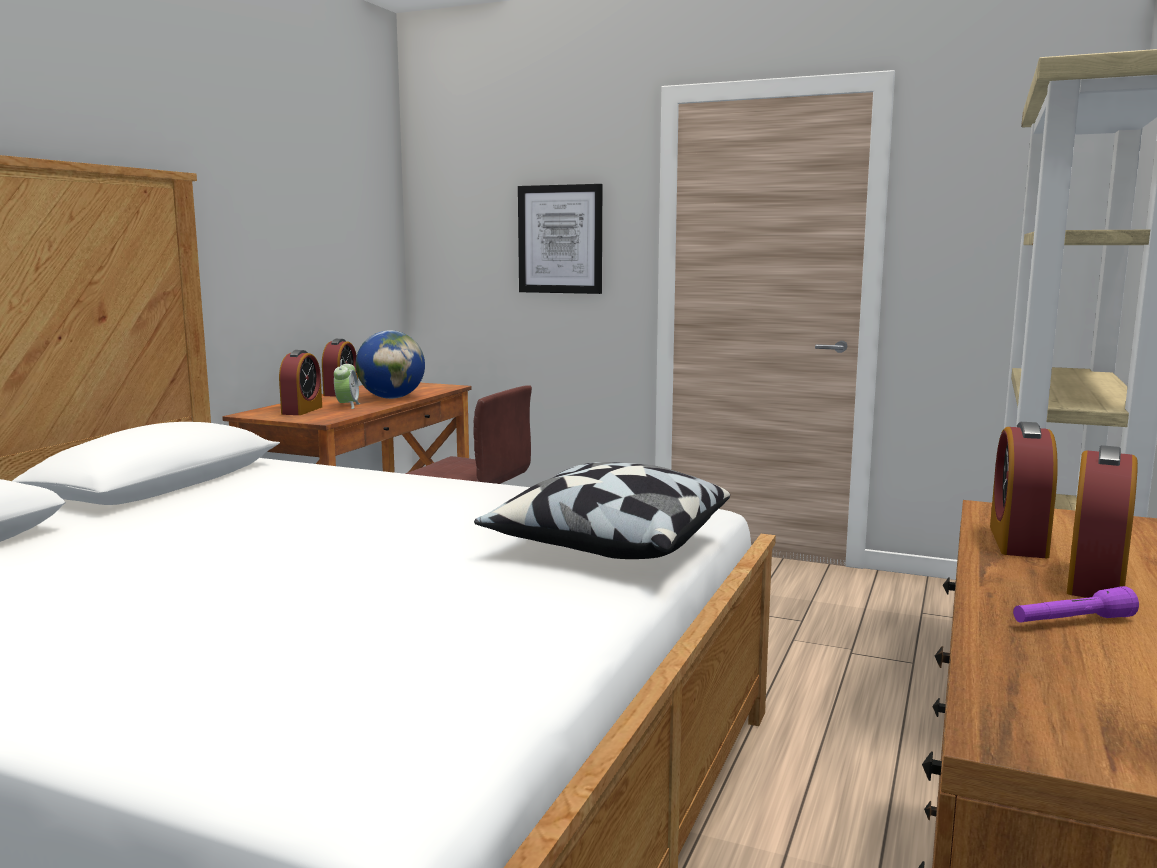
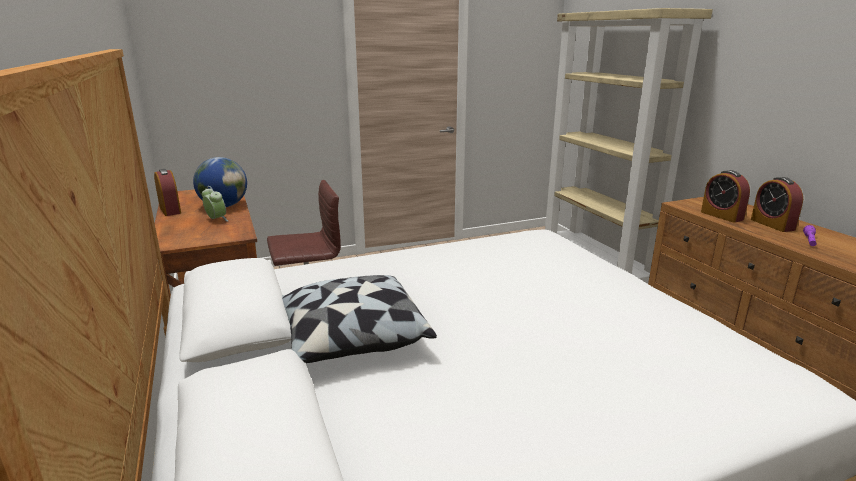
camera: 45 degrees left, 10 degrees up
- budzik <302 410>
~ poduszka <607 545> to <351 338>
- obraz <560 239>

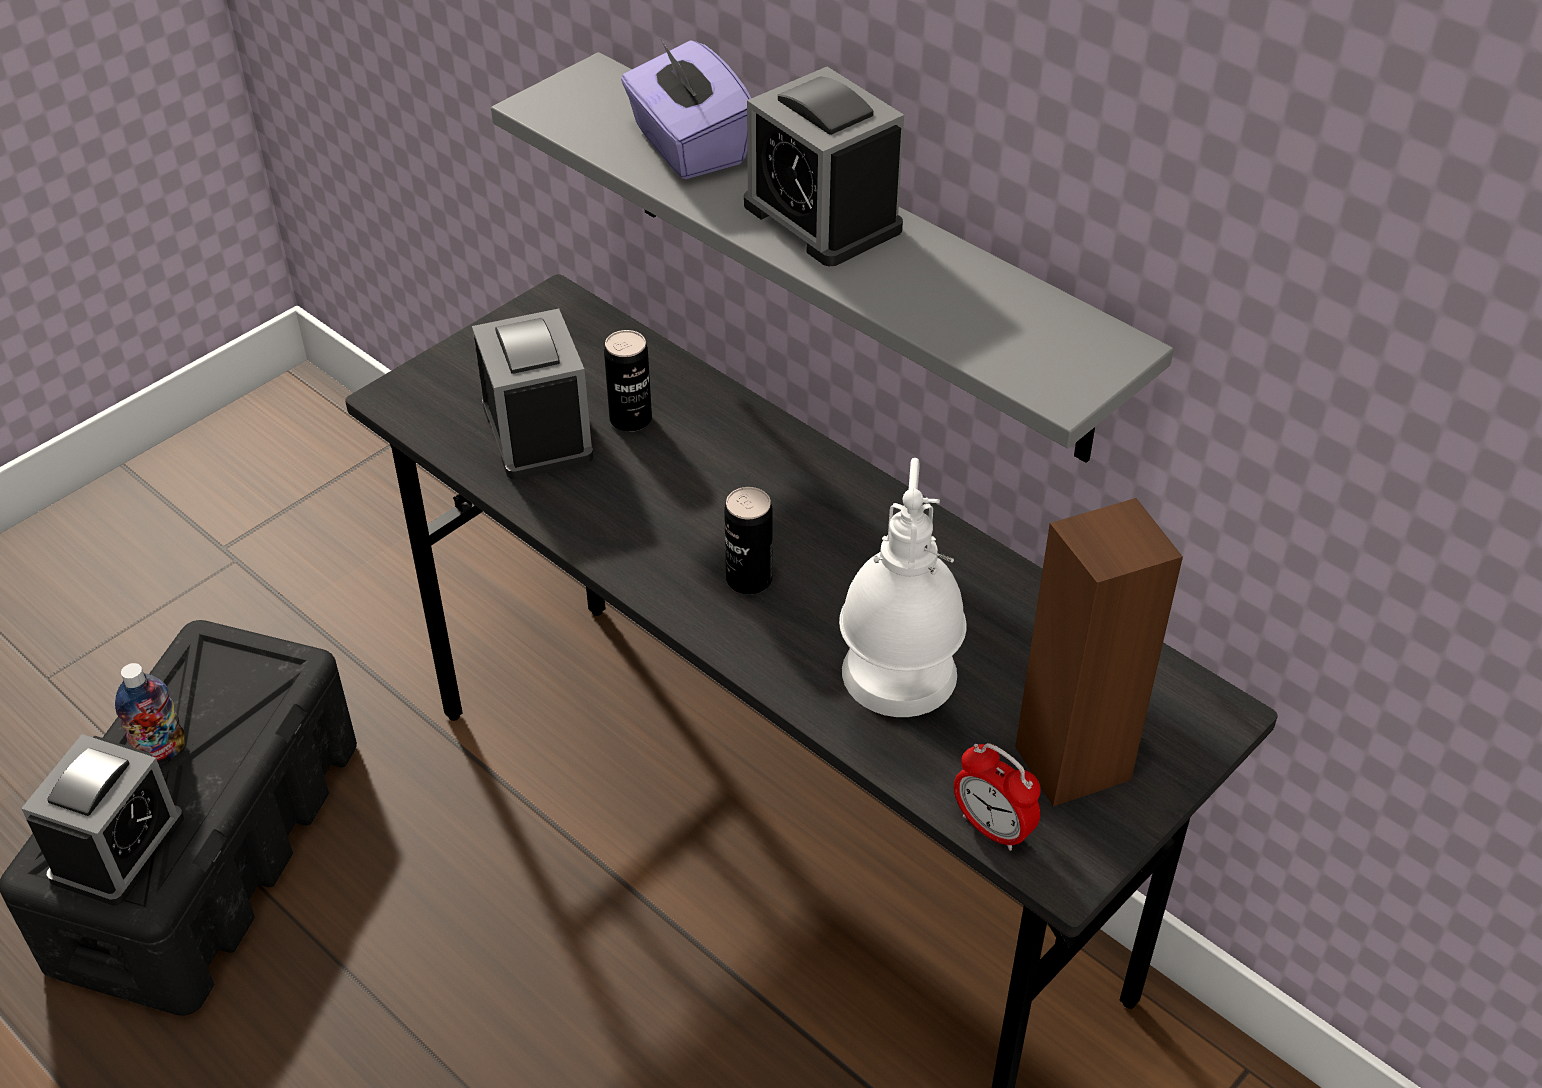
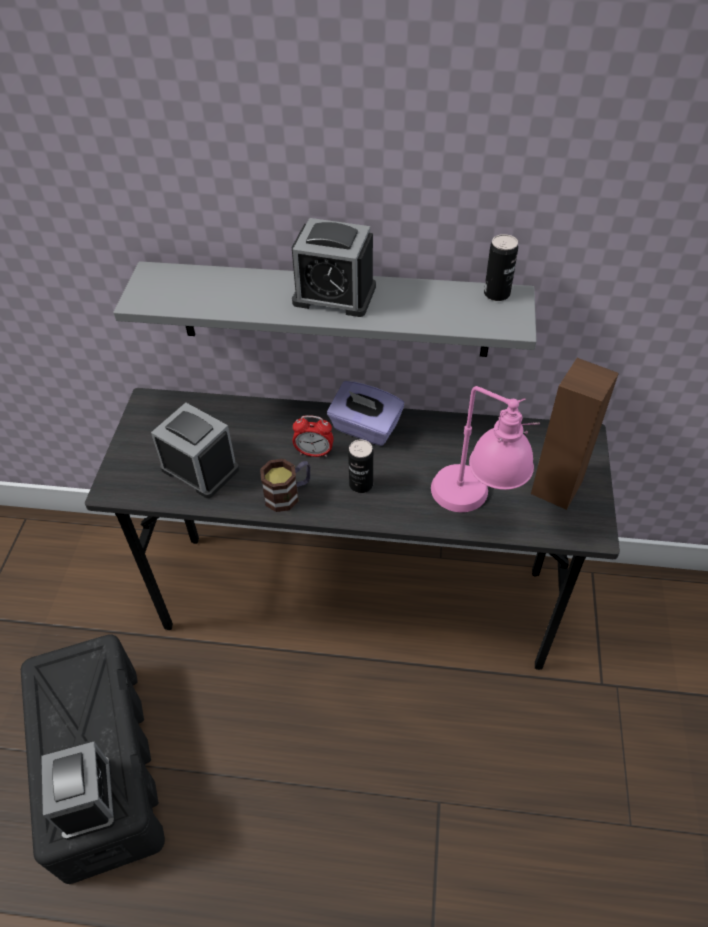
camera: 35 degrees left, 5 degrees up
- butelka <161 751>
~ puszka <630 419> to <497 294>
~ pudełko chusteczek [fioletowy] <688 147> to <365 428>
~ lampa stołowa [biały] <898 712> to lampa stołowa [różowy] <475 506>
~ budzik <992 828> to <314 453>
+ kubek <288 494>

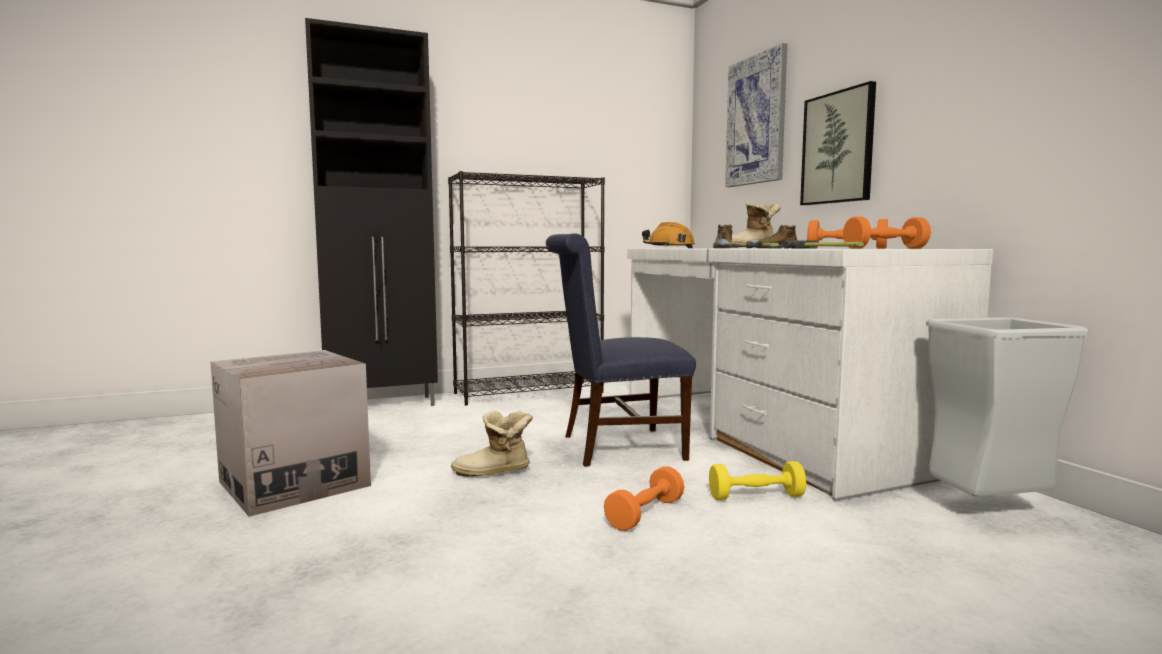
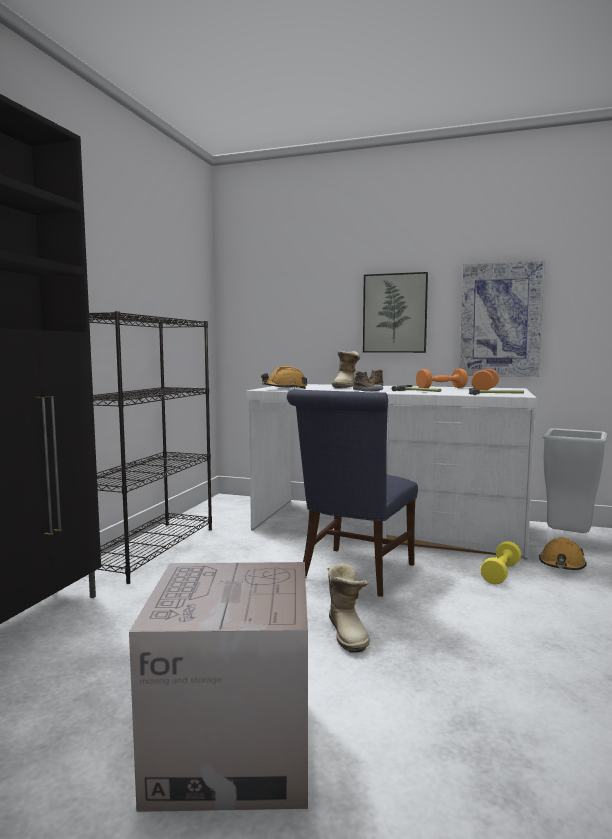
camera: 50 degrees left, 0 degrees up
~ but z cholewką <494 472> = <349 632> 45 degrees counterclockwise
- hantel [pomarańczowy] <645 514>
~ obraz <756 120> to <500 320>
+ kask [pomarańczowy] <562 565>

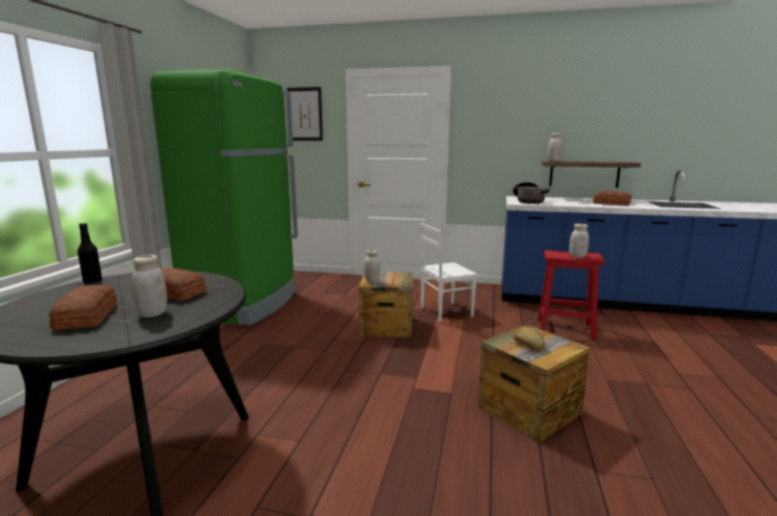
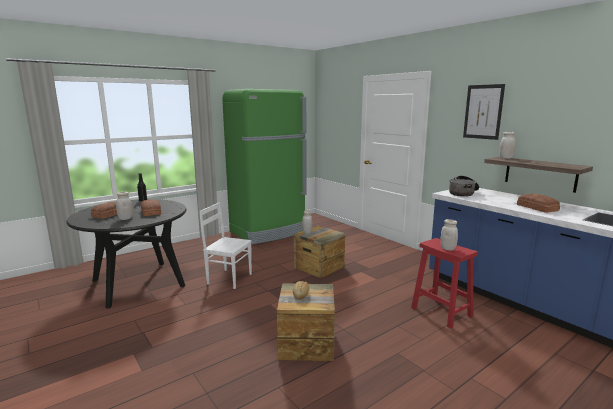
camera: 40 degrees right, 0 degrees up
~ obraz <305 114> to <483 112>
~ krzesło [biały] <445 312> to <229 278>

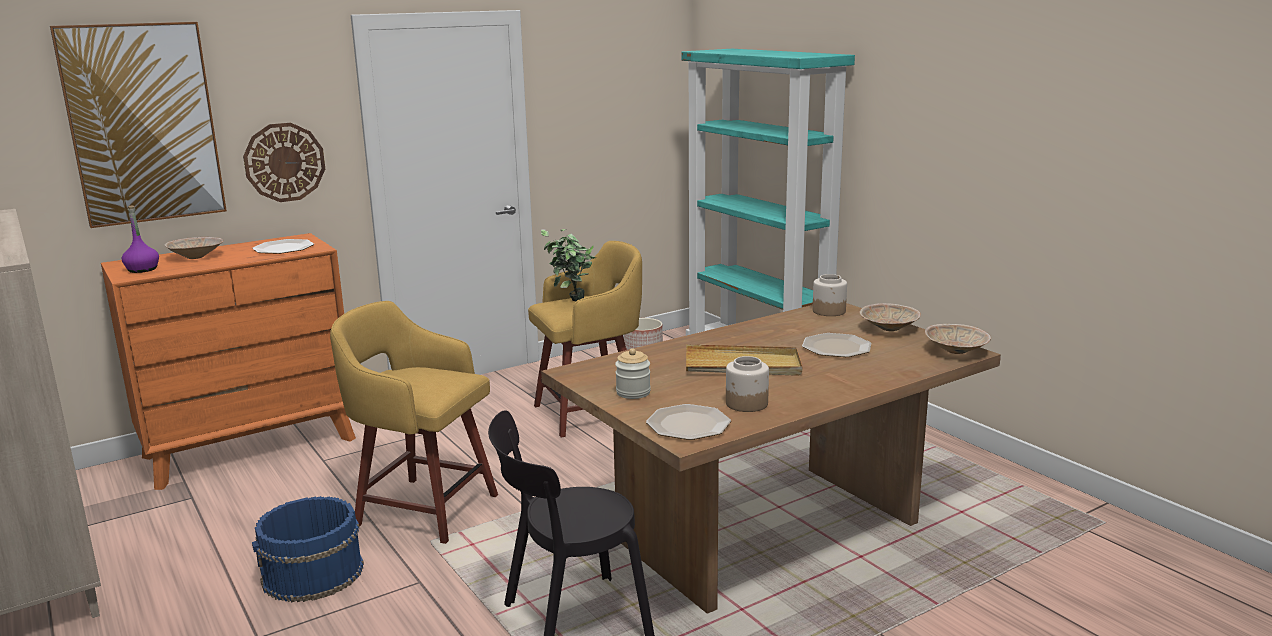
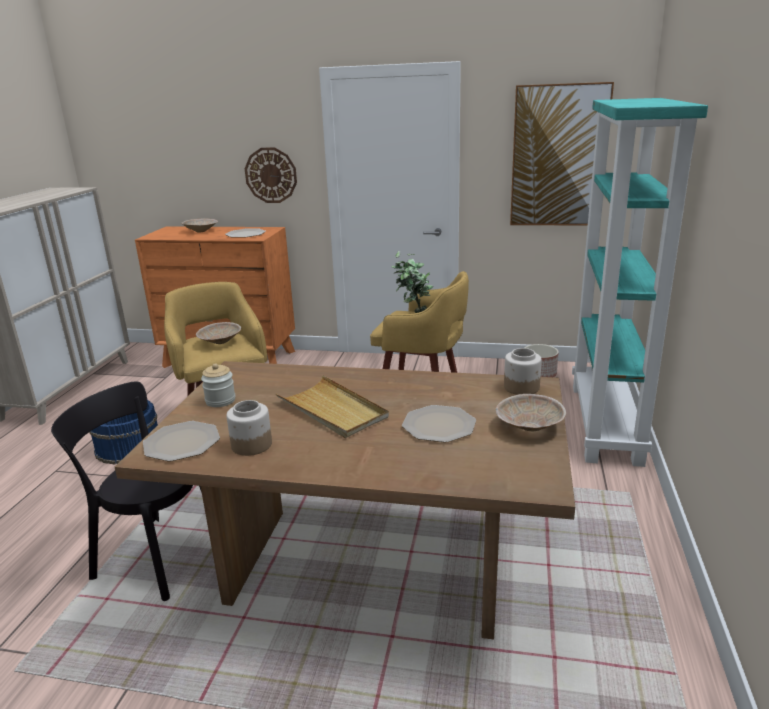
camera: 45 degrees right, 5 degrees up
~ obraz <143 123> to <558 156>
- butelka [fioletowy] <142 269>
~ miska [beżowy] <956 352> to <219 342>

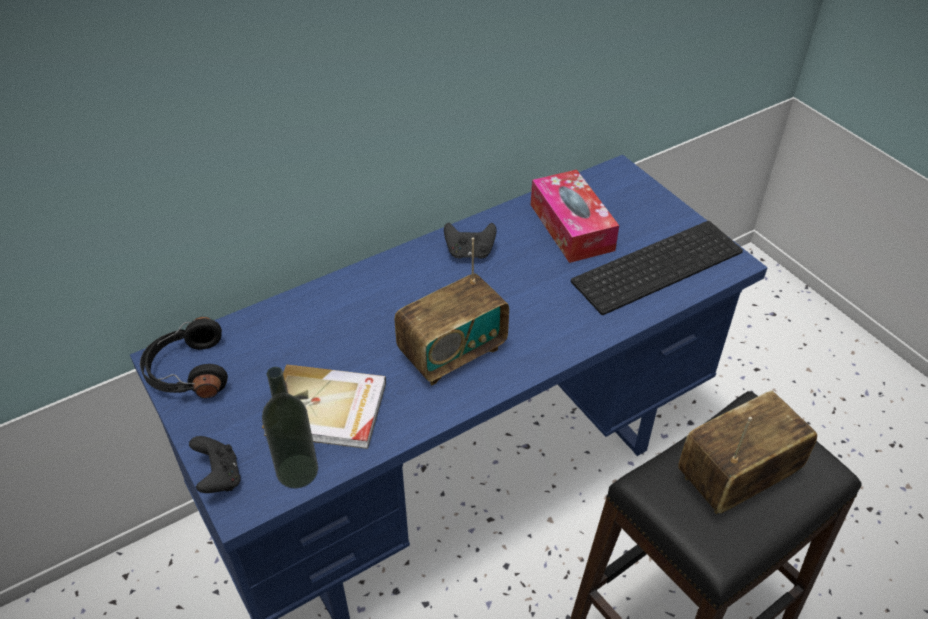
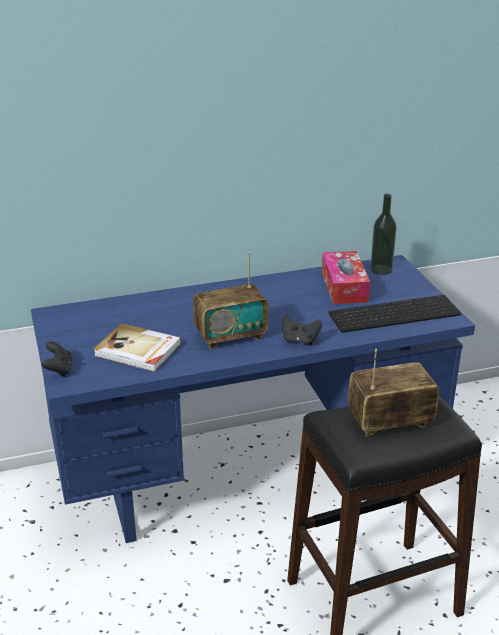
camera: 15 degrees right, 15 degrees down
- słuchawki [czarny] <187 372>
~ butelka <297 471> to <381 269>
~ pad do gier [czarny] <469 253> to <300 340>

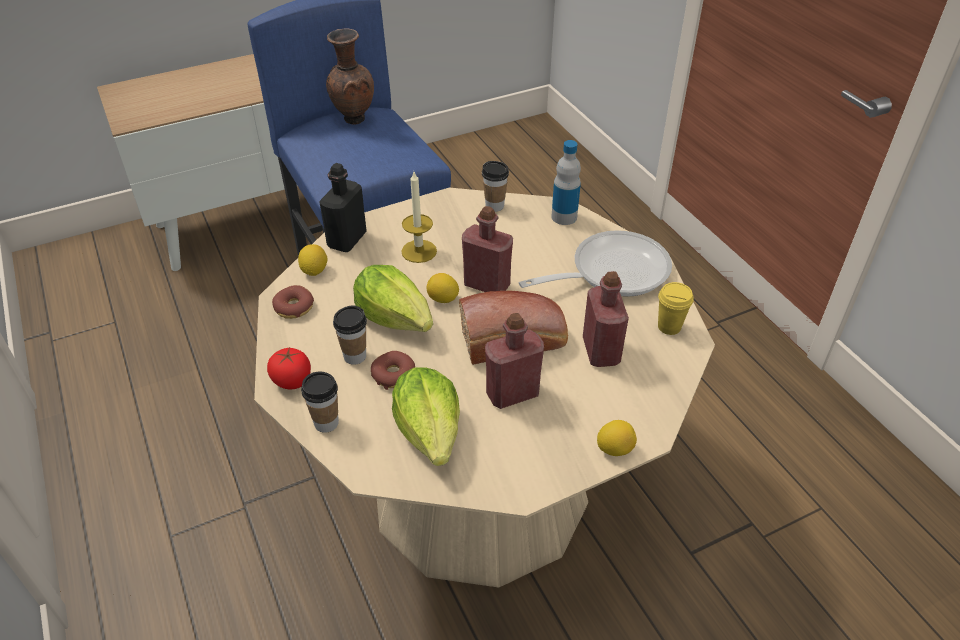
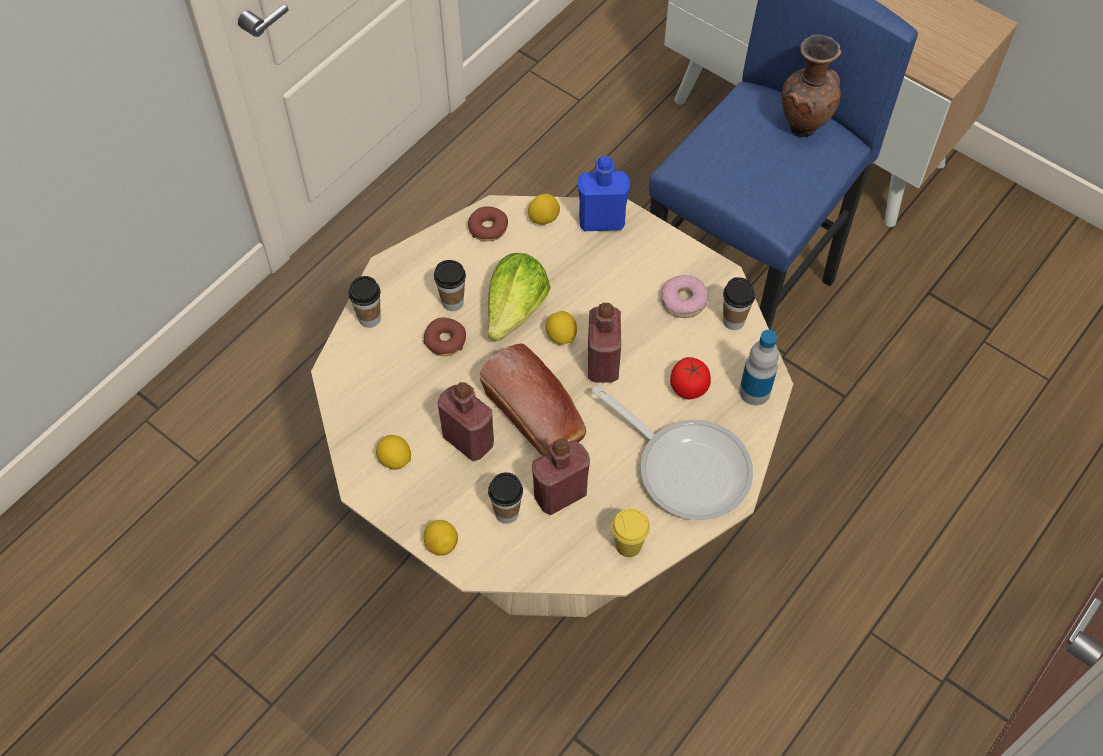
camera: 65 degrees right, 15 degrees up
~ pomidor <292 380> to <689 387>
~ butelka [czarny] <347 240> to butelka [niebieski] <601 221>
- sałata <430 432>
- świeca <419 251>
+ cytryna <395 460>
+ filiżanka <507 513>
+ donut <683 301>

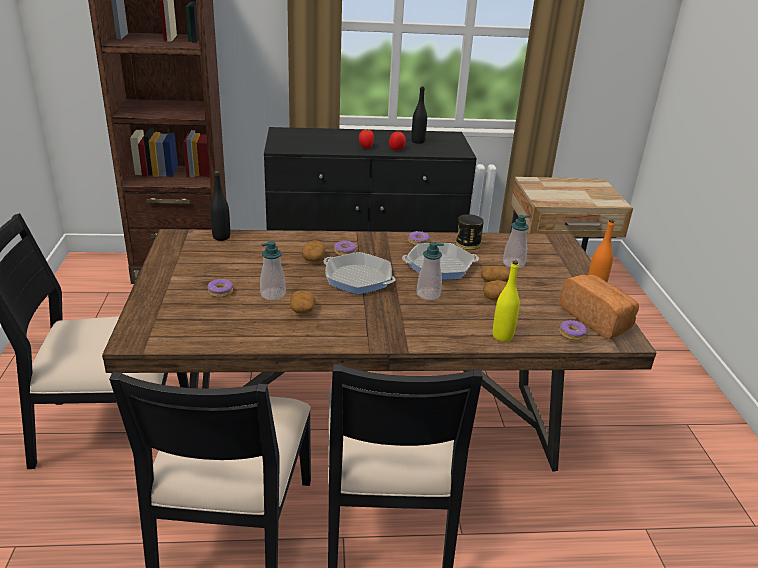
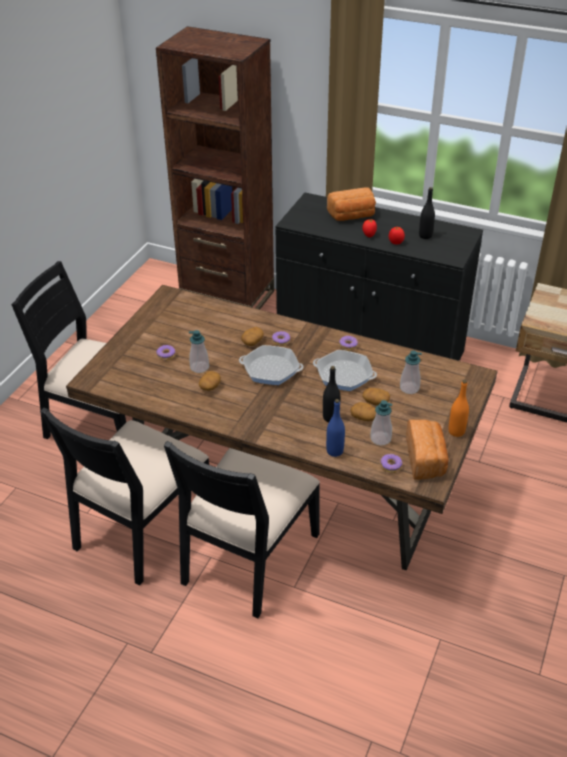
camera: 30 degrees right, 10 degrees up
~ butelka [czarny] <221 237> to <330 417>
~ patelnia <358 278> = <271 369> 45 degrees counterclockwise
~ dozownik mydła <428 294> to <380 439>
- puszka <467 244>
~ butelka [żółty] <502 336> to butelka [niebieski] <334 451>
+ chleb <352 216>

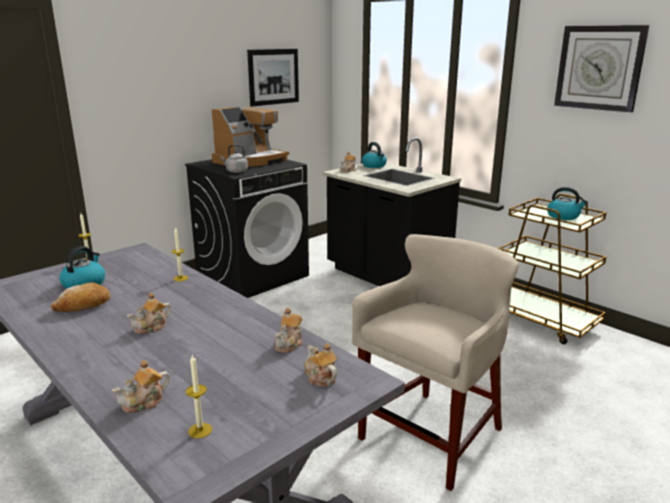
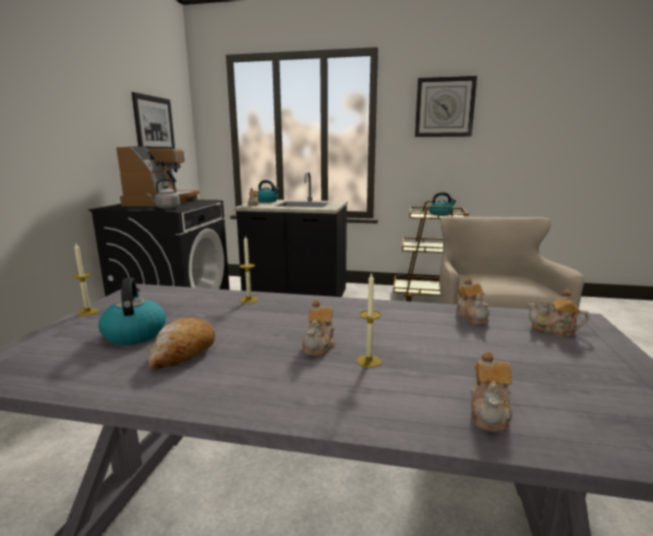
camera: 35 degrees left, 5 degrees down
~ świeca <200 430> to <368 361>

